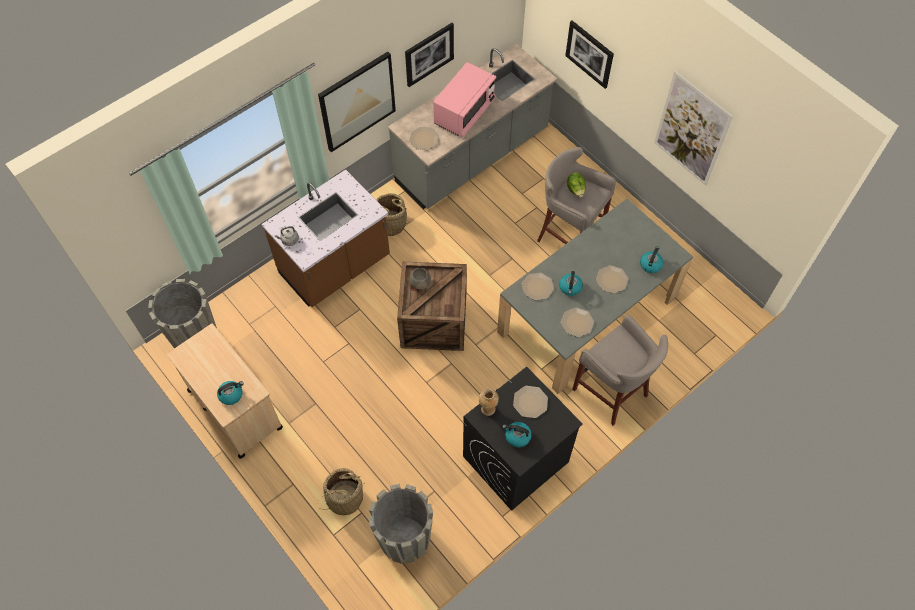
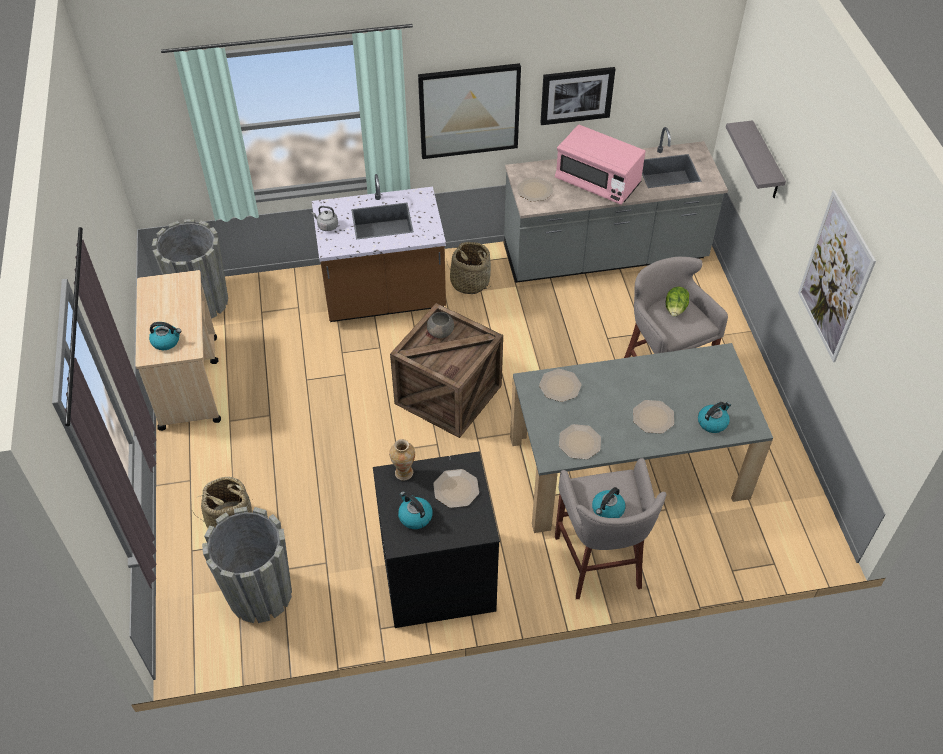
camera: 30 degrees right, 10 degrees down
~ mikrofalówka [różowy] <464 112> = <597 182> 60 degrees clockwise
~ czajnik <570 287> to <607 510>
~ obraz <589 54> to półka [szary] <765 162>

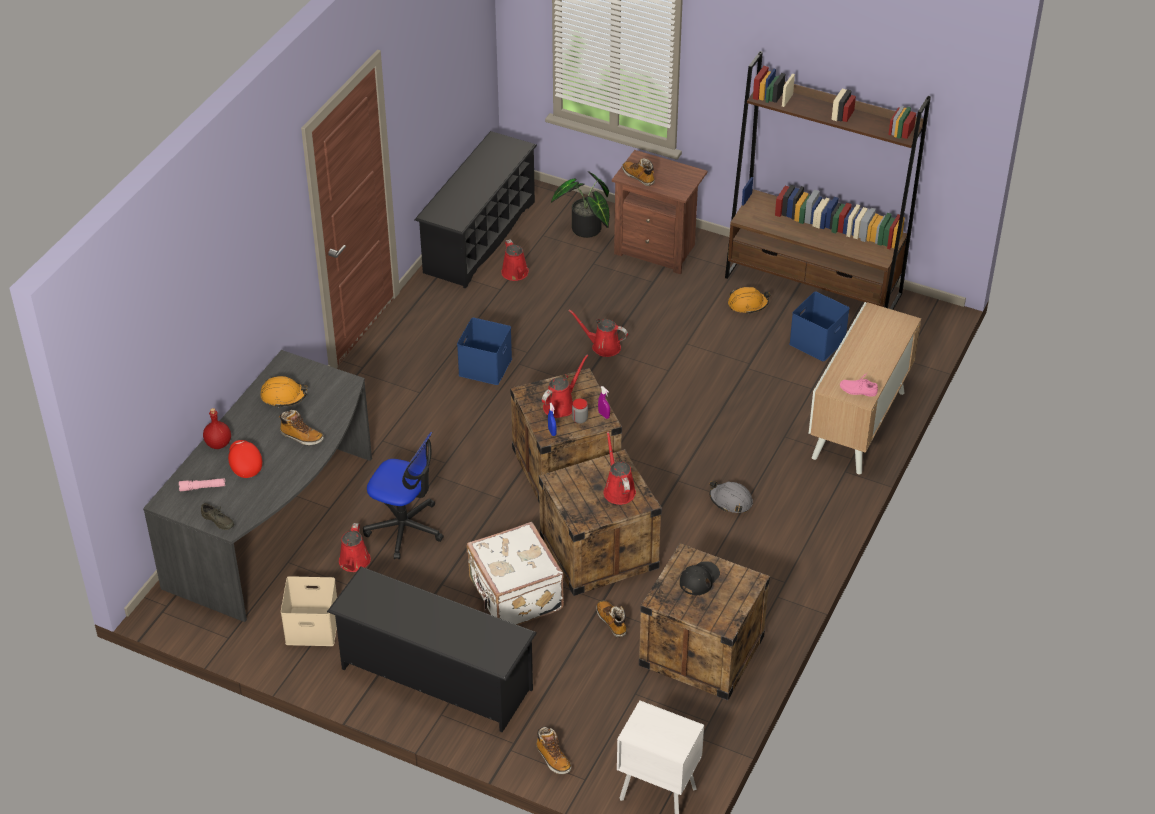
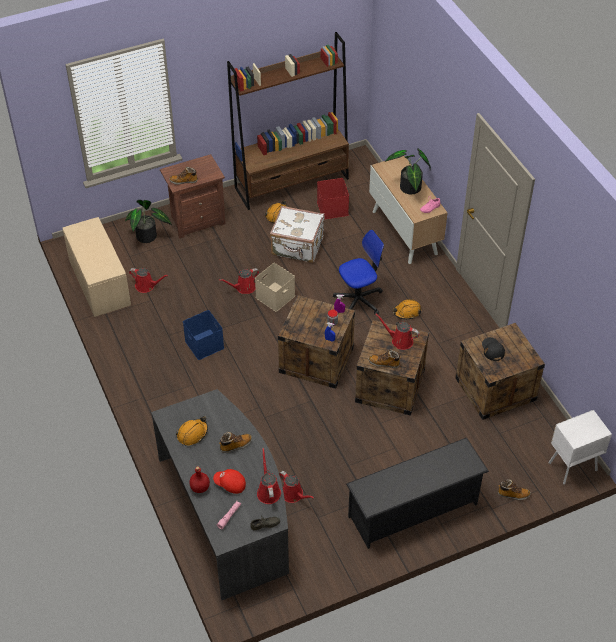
camera: 50 degrees left, 5 degrees up
~ pojemnik do przechowywania [beżowy] <313 626> to <275 296>
~ krzesło biurowe <405 528> to <359 300>
~ regał na buty [czarny] <479 237> to ławka [beżowy] <98 282>
~ walizka [biały] <514 595> to <297 247>
~ konewka [czerwony] <561 405> to <268 491>
~ but z cholewką <612 622> to <384 363>
~ kask [szary] <730 501> to kask [pomarańczowy] <407 312>
~ pojemnik do przechowywania [niebieski] <817 342> to pojemnik do przechowywania [czerwony] <333 208>
+ roślina doniczkowa <409 189>

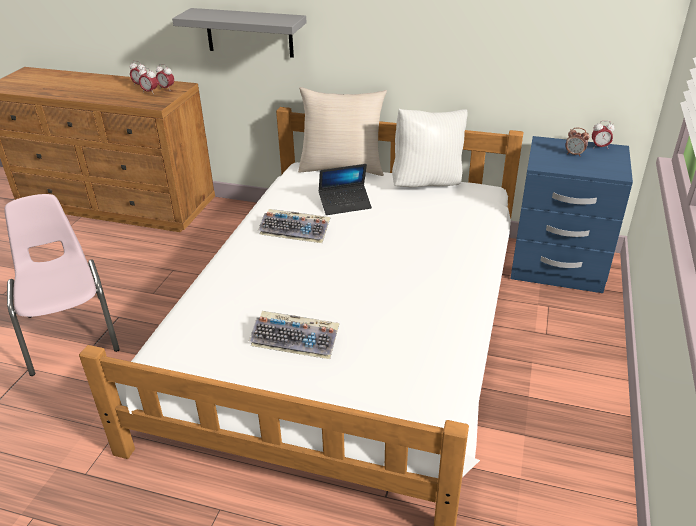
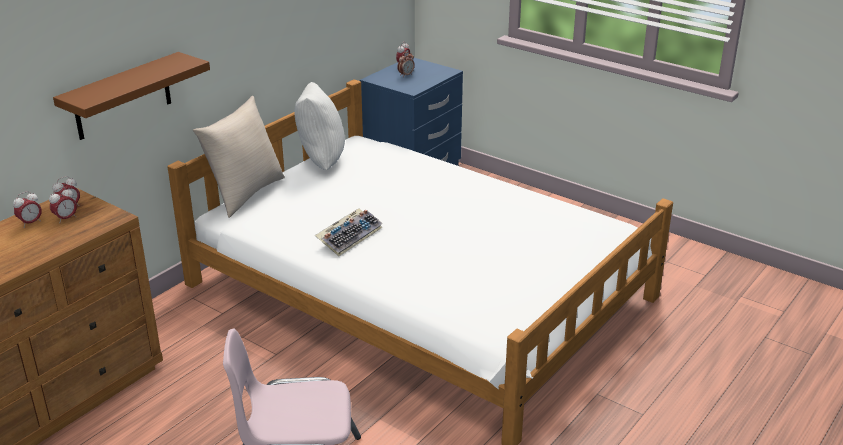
camera: 70 degrees left, 5 degrees down
~ półka [szary] <249 32> to półka [brązowy] <122 97>
- klawiatura <296 340>
- laptop <345 204>

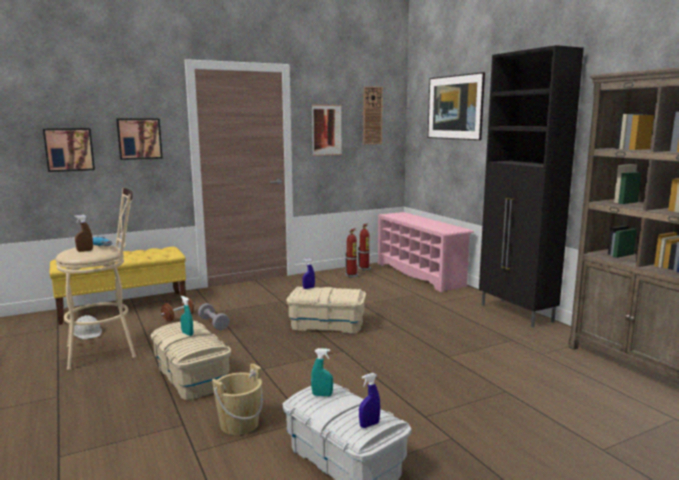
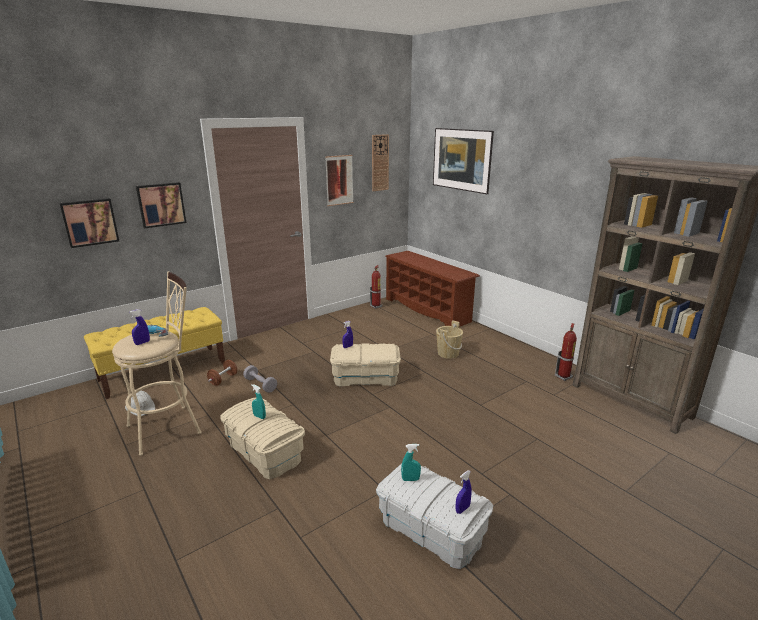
camera: 10 degrees left, 10 degrees up
~ spryskiwacz [brązowy] <85 251> to spryskiwacz [niebieski] <142 343>
~ wiadro [beżowy] <239 424> to <448 353>
~ gaśnica <352 276> to <563 376>
~ regał na buty [różowy] <420 274> to regał na buty [brązowy] <428 310>
- szafka [czarny] <516 313>

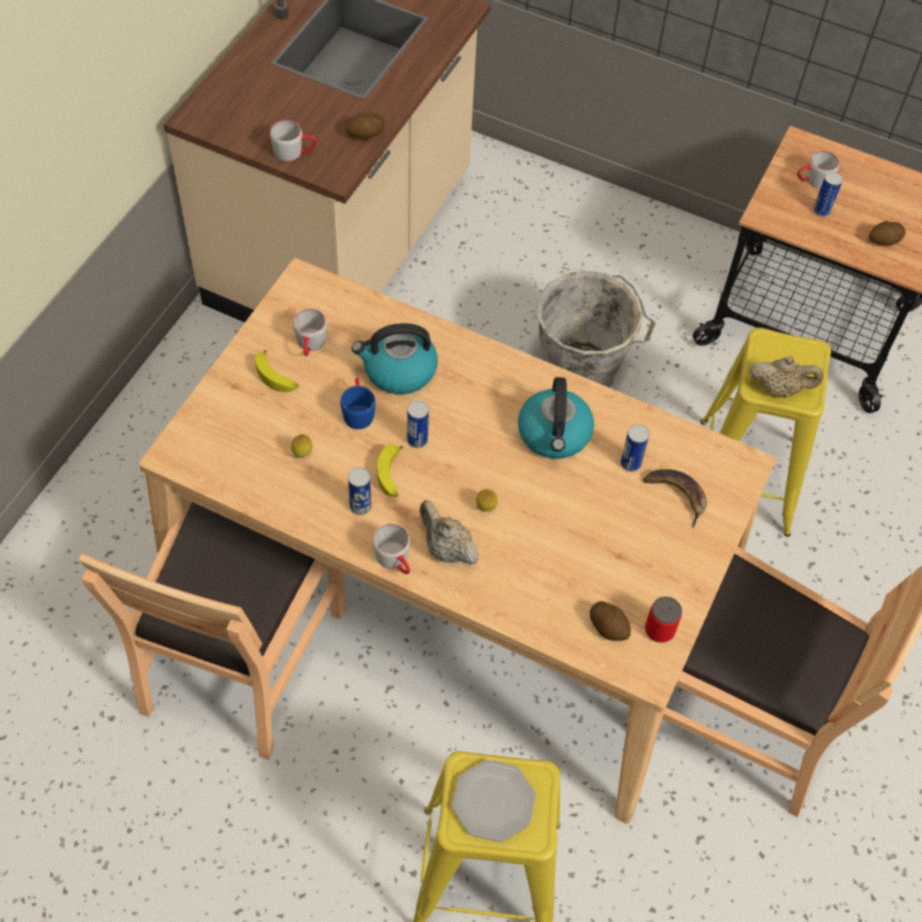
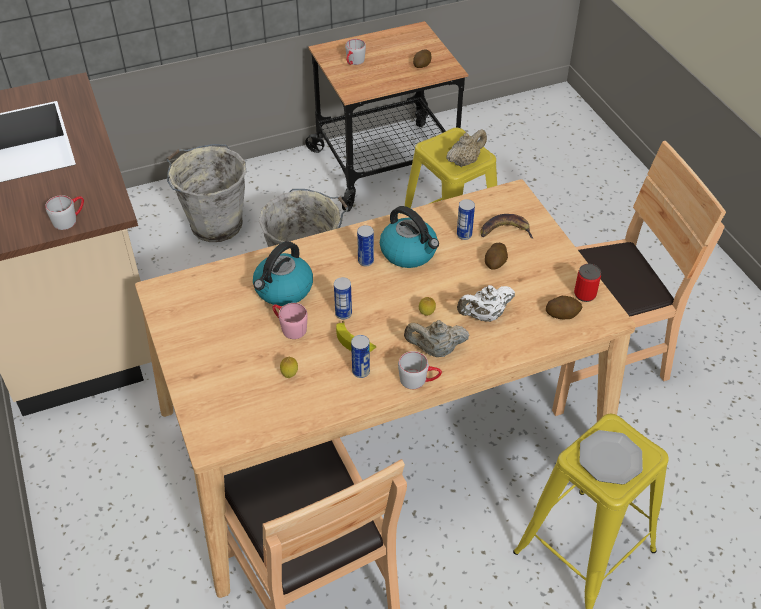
camera: 45 degrees left, 10 degrees down
- banan <276 377>
- kubek [szary] <310 346>
~ kubek [niebieski] <357 411> to kubek [różowy] <289 327>
~ ziemniak <365 135> to <495 263>
~ puszka <821 210> to <365 261>
+ wiadro [szary] <215 224>
+ imbryk [biały] <484 316>

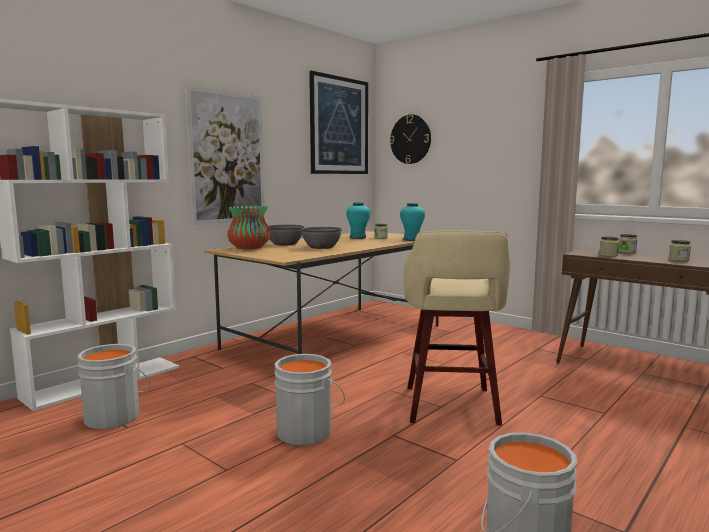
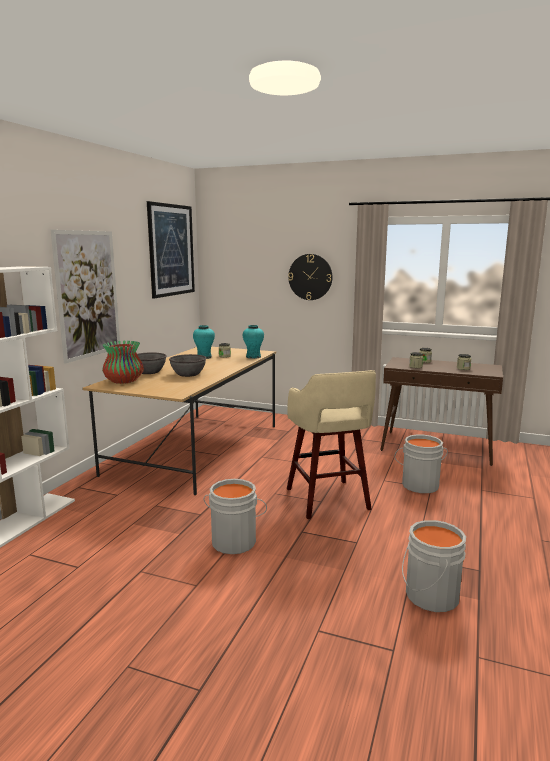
camera: 20 degrees left, 5 degrees up
~ wiadro [szary] <114 416> to <420 484>
~ zegar ścienny <410 139> to <310 277>

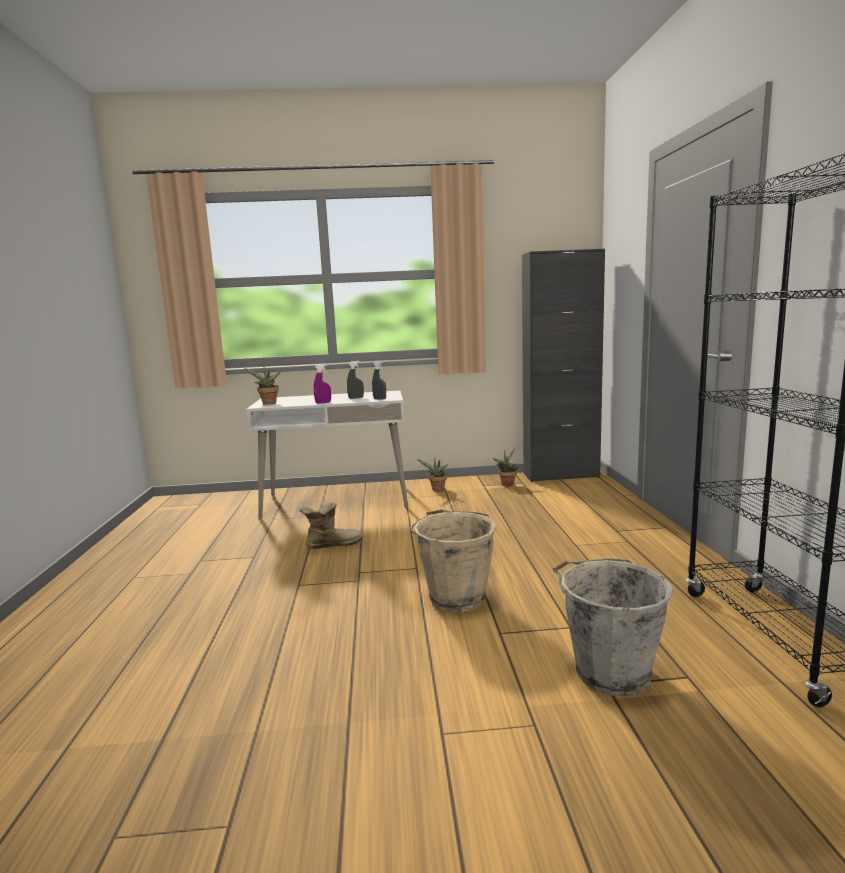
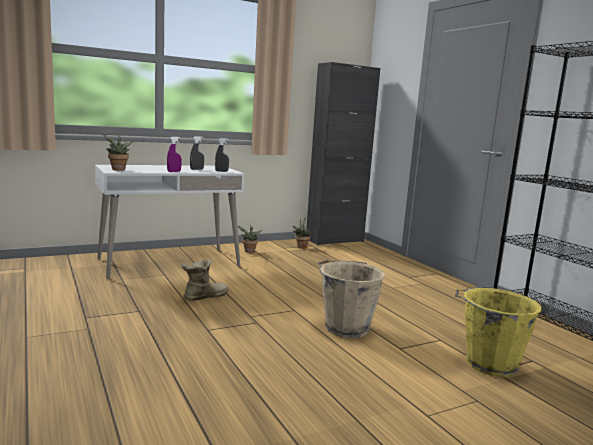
camera: 25 degrees left, 0 degrees up
~ wiadro [szary] <609 672> to wiadro [żółty] <488 363>

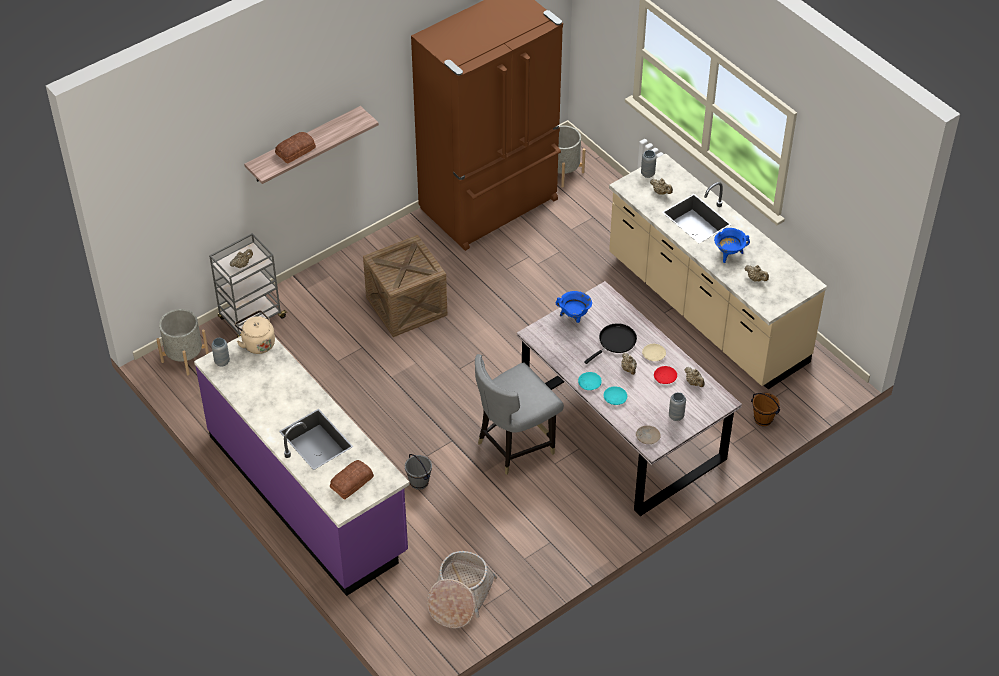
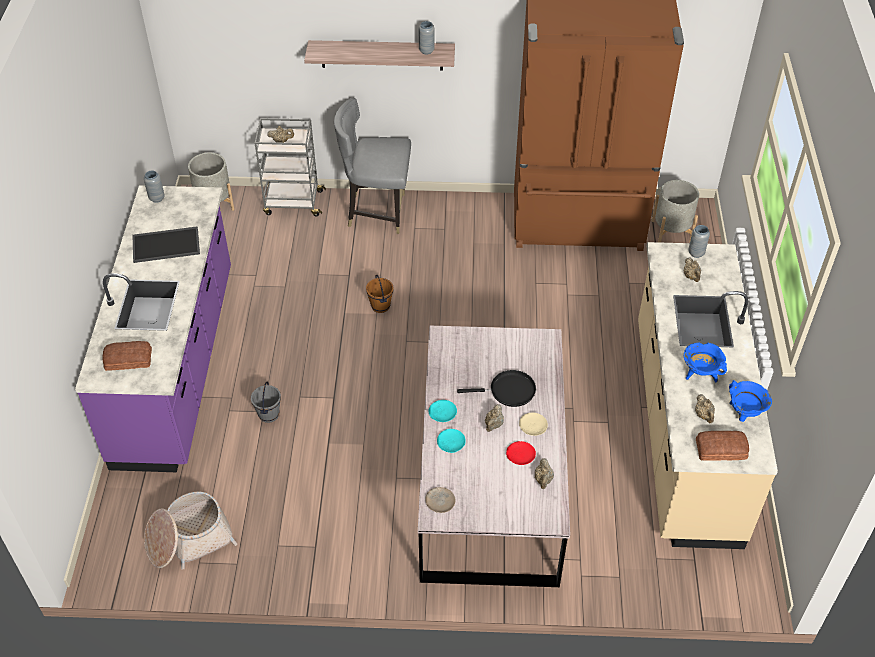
camera: 40 degrees right, 0 degrees up
- czajnik [beżowy] <257 343>
~ chleb <296 151> to <721 450>
- skrzynka <406 306>
~ krzesło [szary] <514 445> to <377 212>
~ garnek [niebieski] <574 317> to <744 413>
~ wazon [szary] <676 416> to <426 51>
~ wiadro [brązowy] <763 419> to <380 306>
+ taca <166 244>

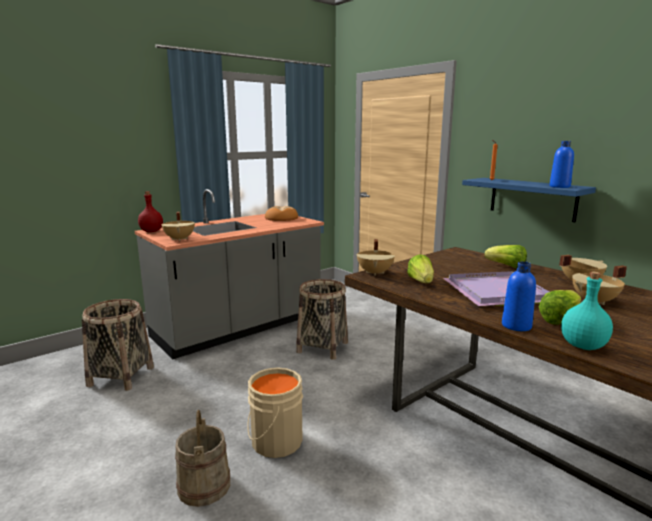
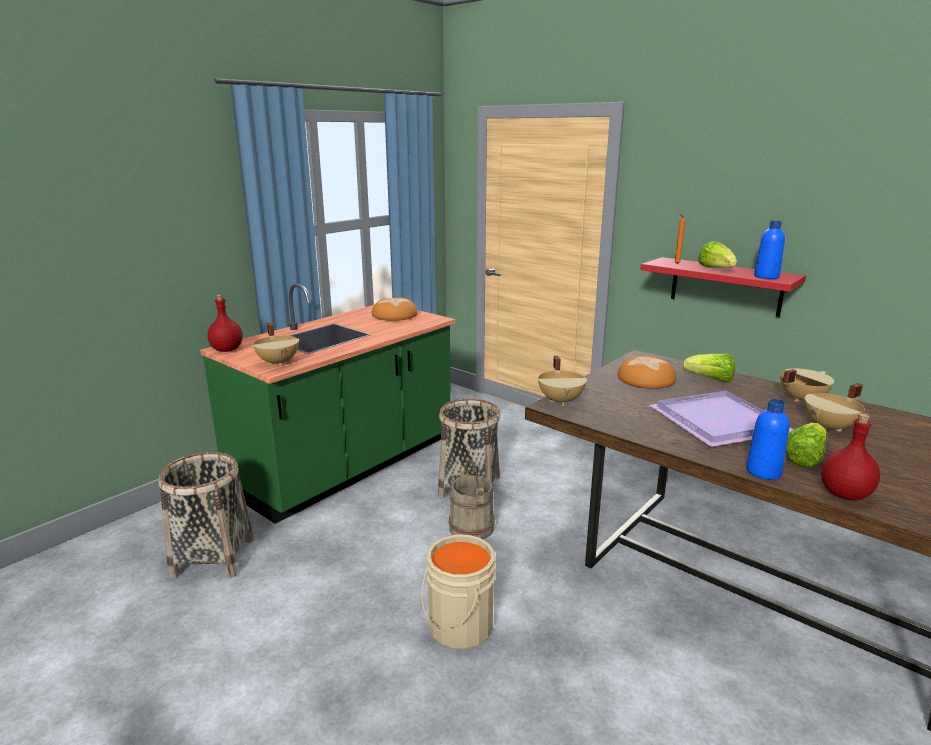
camera: 10 degrees left, 5 degrees up
~ zabudowa kuchenna [szary] <239 327> to zabudowa kuchenna [zielony] <347 466>
~ wiadro [beżowy] <203 486> to <471 527>
~ sałata <421 282> to <716 269>
~ półka [niebieski] <532 199> to półka [czerwony] <725 286>
~ butelka [turkusowy] <582 345> to butelka [czerwony] <844 494>
+ chleb <646 379>

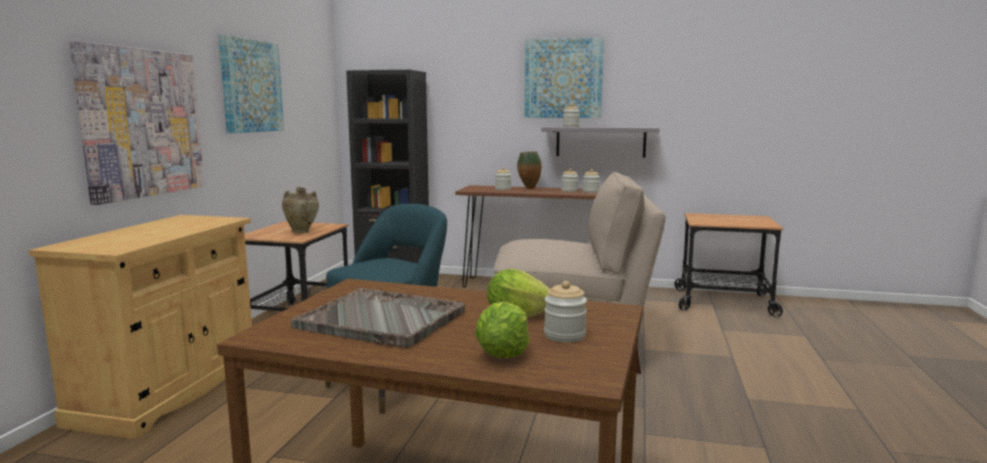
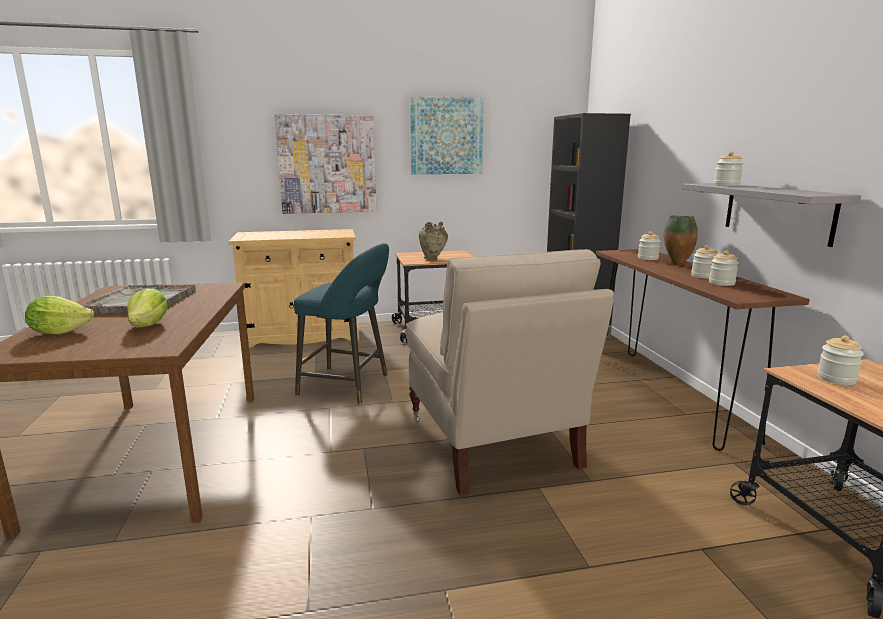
camera: 65 degrees right, 5 degrees up
- obraz <563 78>
~ słoik <564 335> to <836 378>

